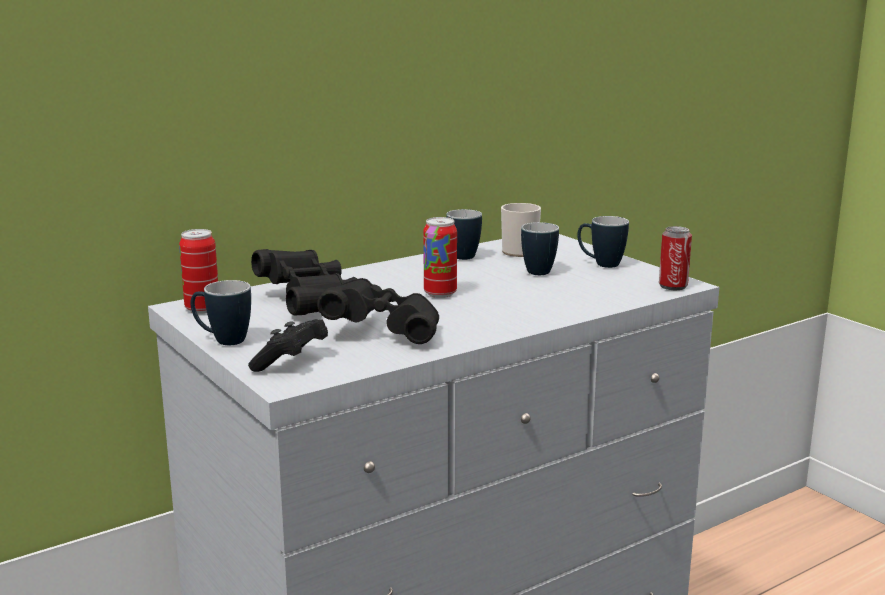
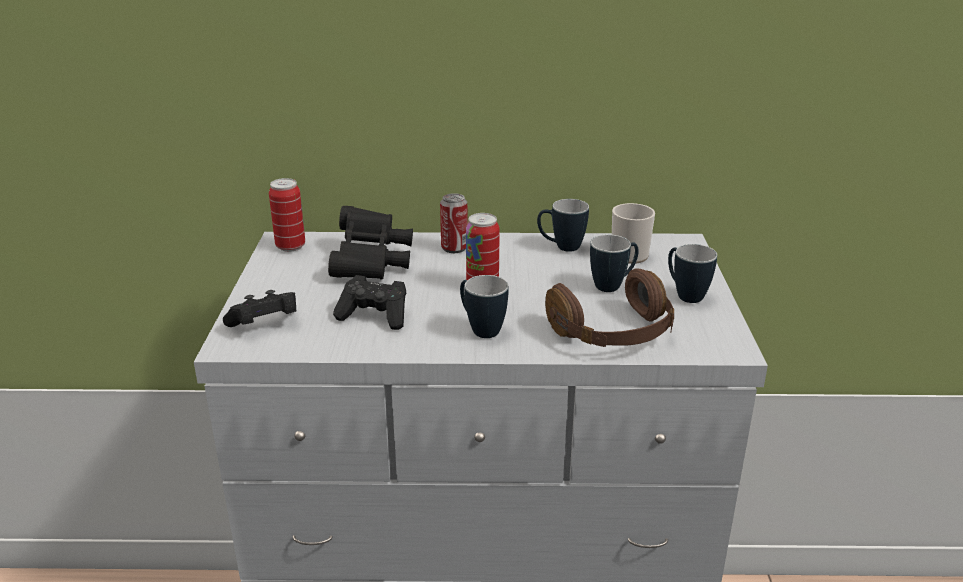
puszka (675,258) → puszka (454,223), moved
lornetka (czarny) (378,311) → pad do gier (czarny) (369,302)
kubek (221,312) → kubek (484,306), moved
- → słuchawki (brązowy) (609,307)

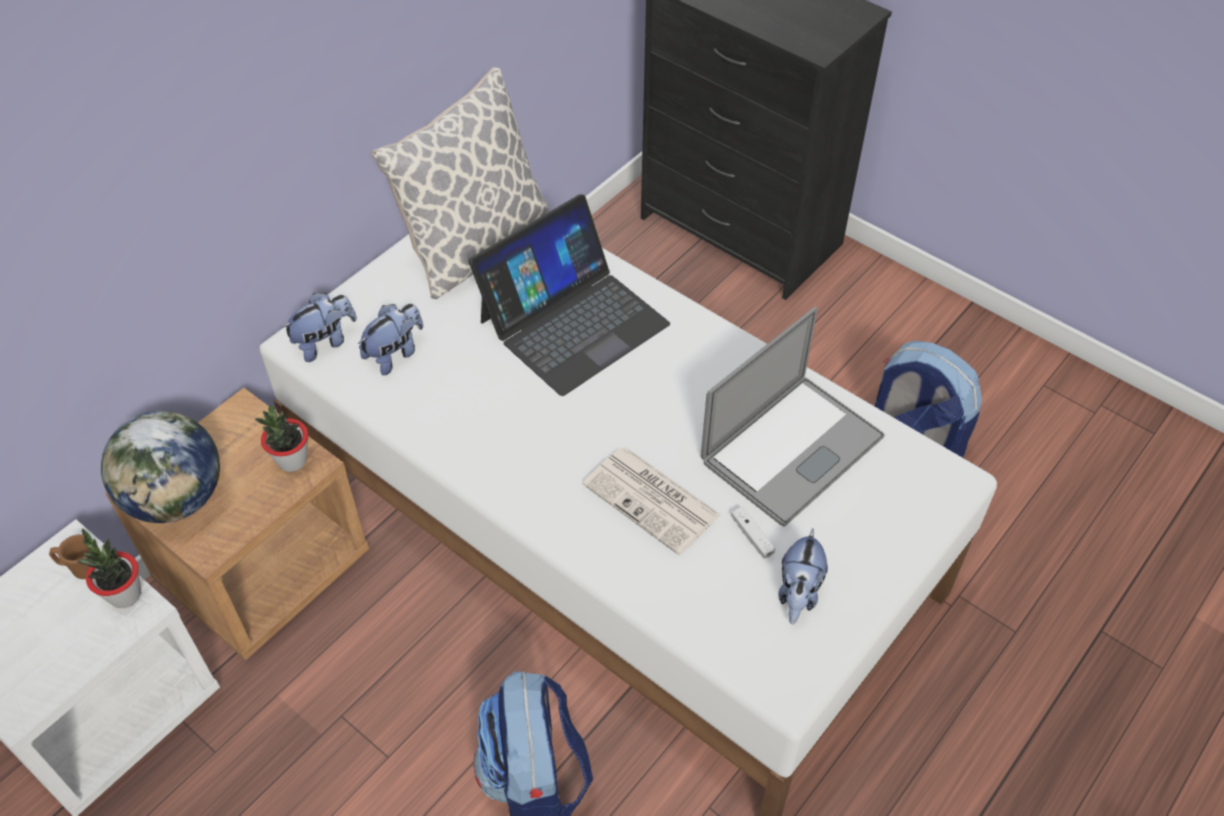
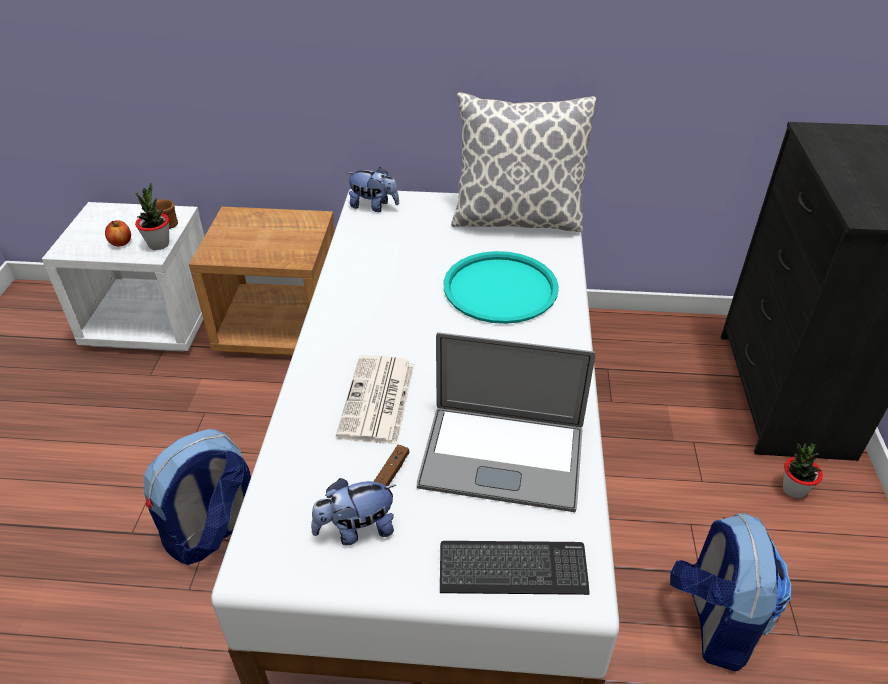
laptop (569,295) → taca (turkusowy) (501,287)
pluszak (390,339) → -
roślina doniczkowa (281,439) → roślina doniczkowa (803,471), moved
globus (160,467) → -
pad do gier (biały) (753,532) → pad do gier (brązowy) (391,465)
- → jabłko (118,233)
- → klawiatura (515,568)

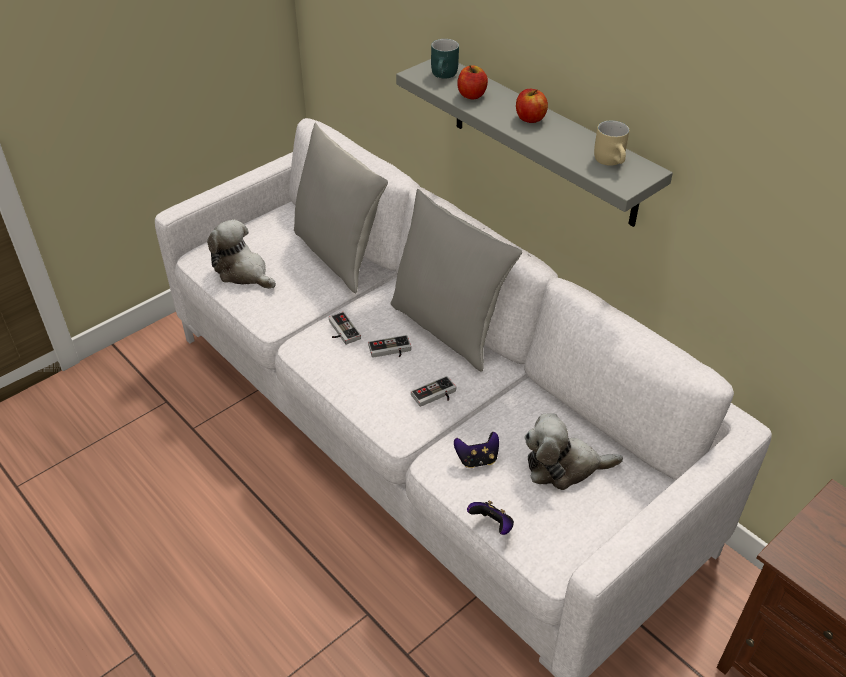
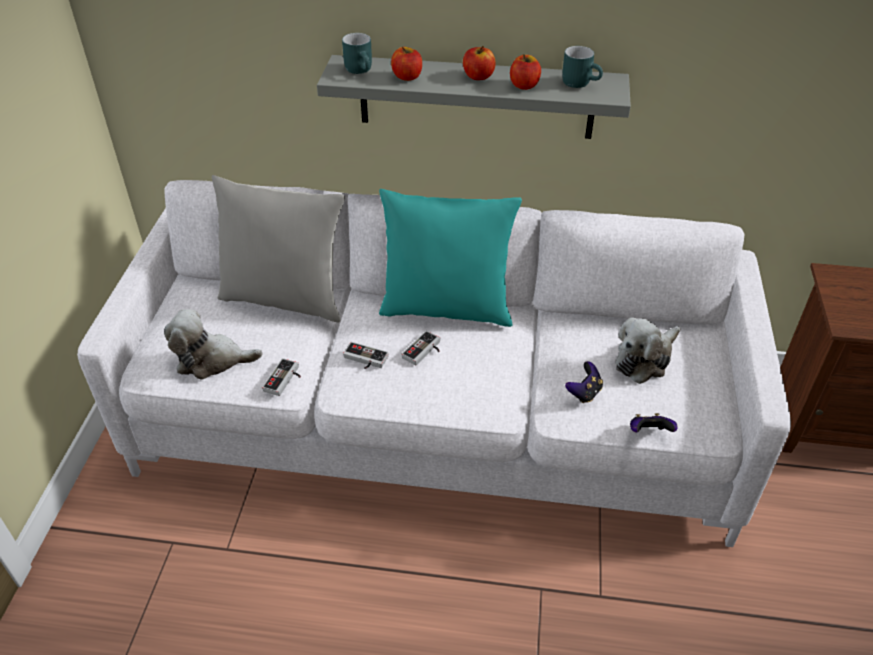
kubek (beżowy) (611,143) → kubek (turkusowy) (582,67)
poduszka (szary) (456,280) → poduszka (turkusowy) (450,258)
pad do gier (433,391) → pad do gier (281,377), moved
- → jabłko (525,72)

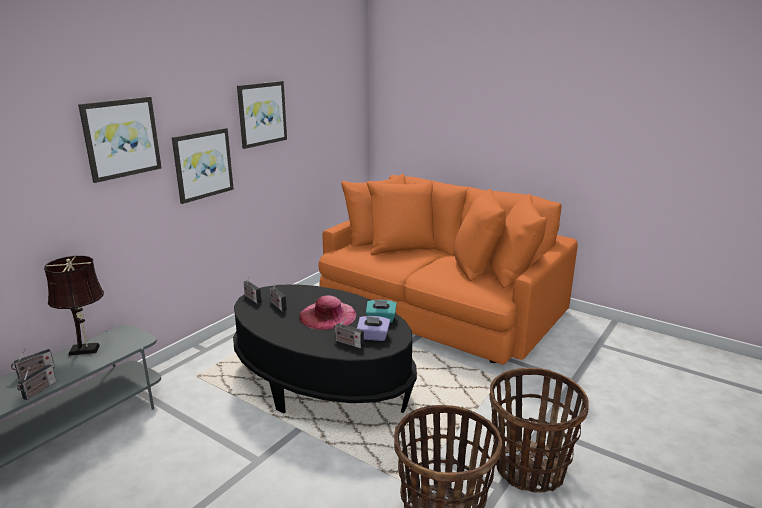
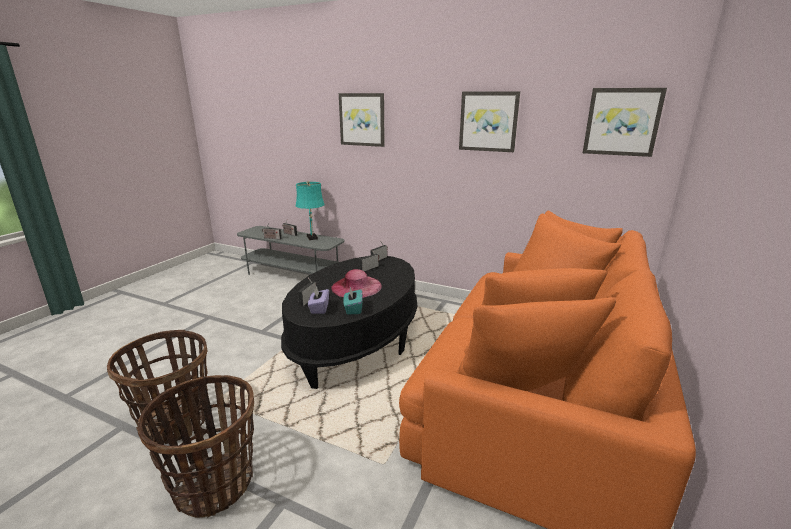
obraz (203,166) → obraz (625,122), moved
lampa stołowa (brązowy) (74,306) → lampa stołowa (turkusowy) (310,210)

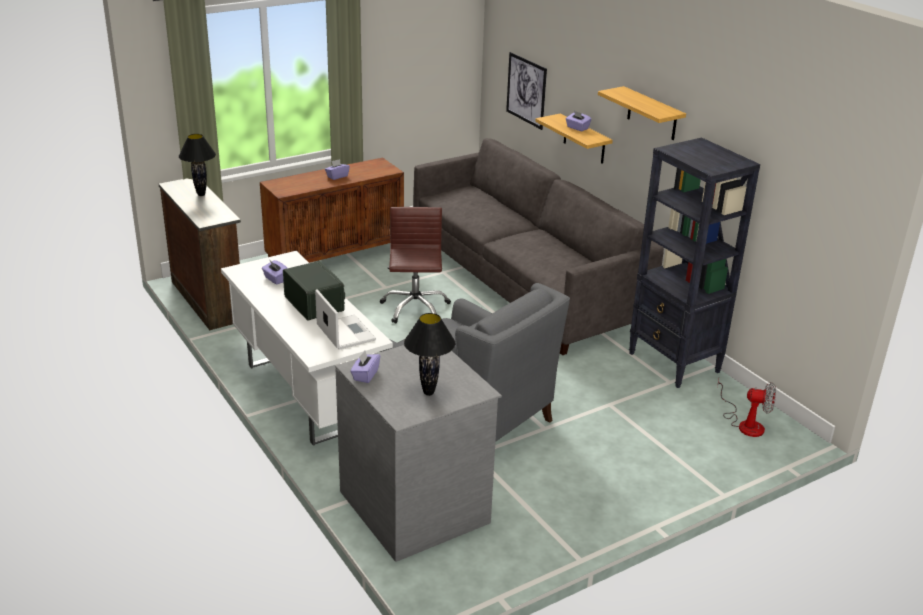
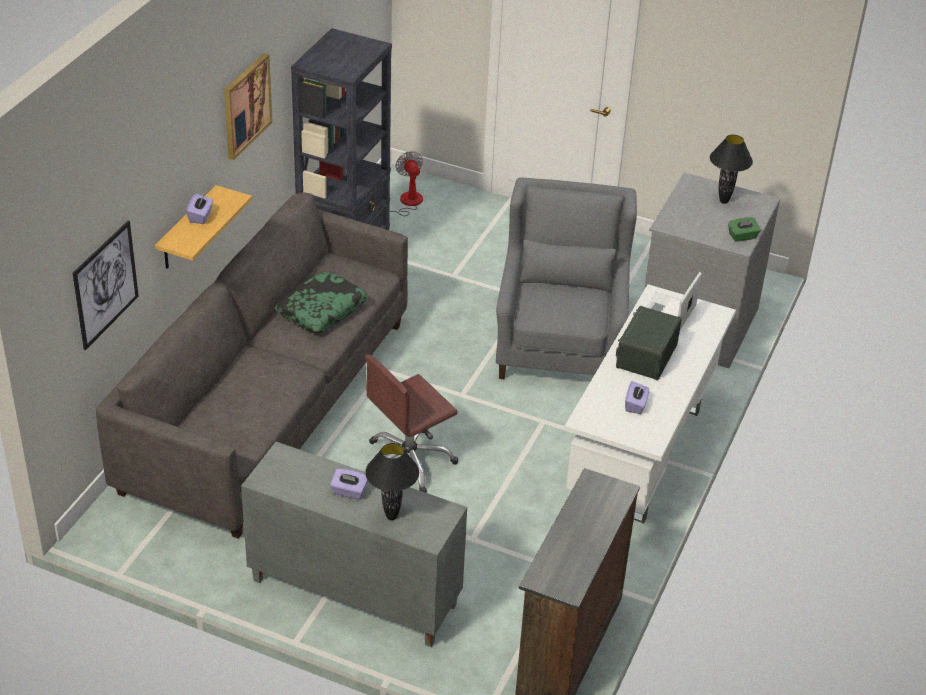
półka (642,113) → obraz (248,106)
lampa stołowa (czarny) (197,165) → lampa stołowa (czarny) (392,481), moved
szafka (brązowy) (332,210) → szafka (szary) (354,544)
pudełko chusteczek (fioletowy) (365,367) → pudełko chusteczek (zielony) (744,229)
- → poduszka (321,302)

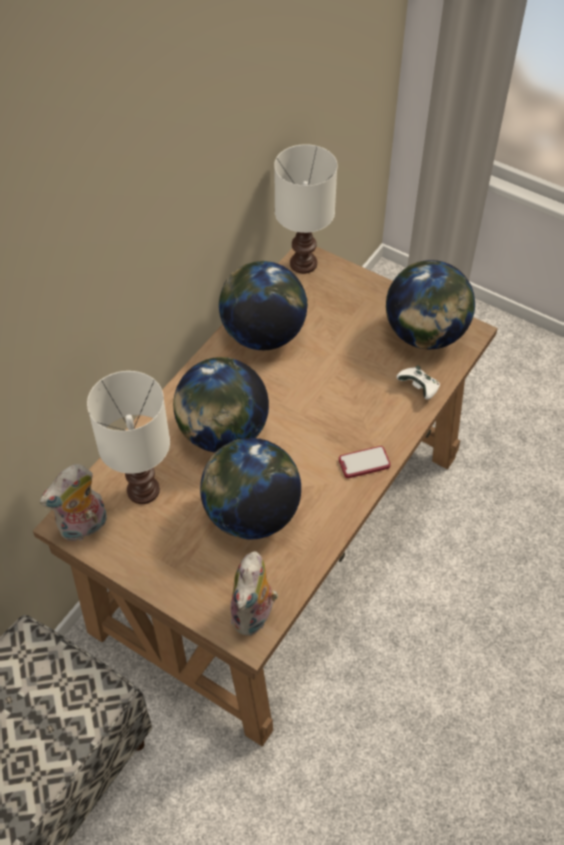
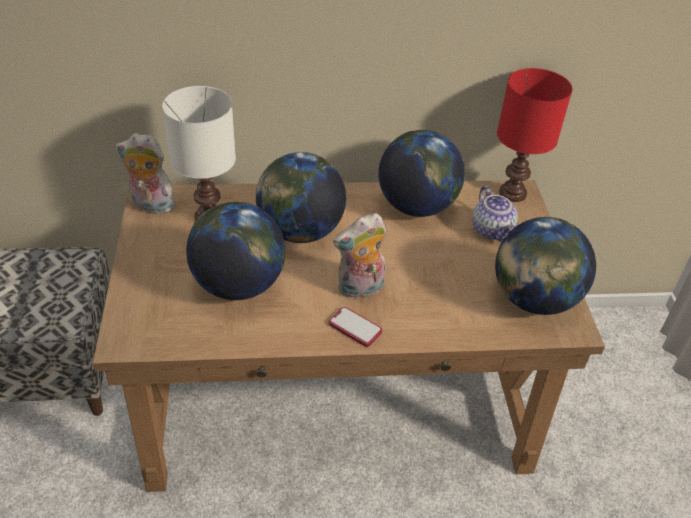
lampa stołowa (biały) (306,209) → lampa stołowa (czerwony) (535,135)
pad do gier (biały) (418,383) → -
pluszak (254,593) → pluszak (359,256), moved
- → imbryk (495,214)

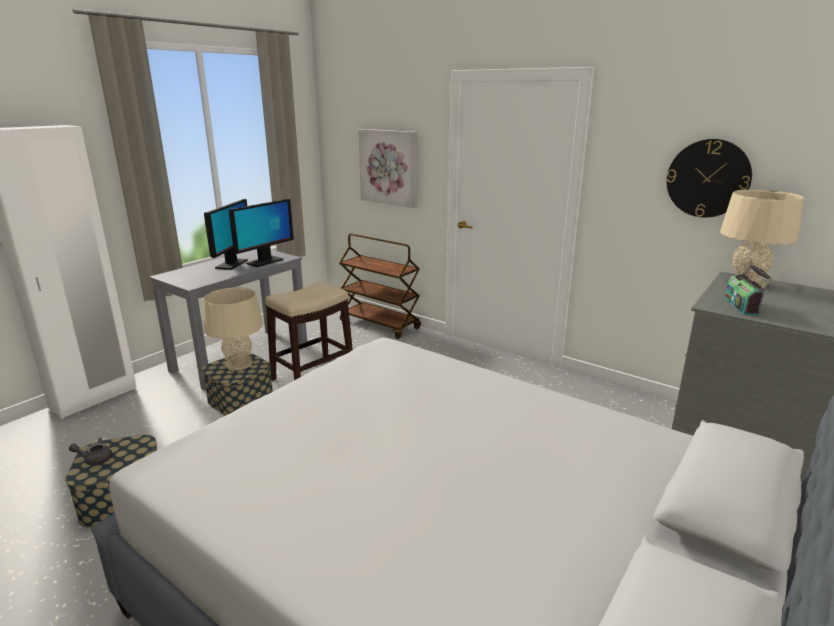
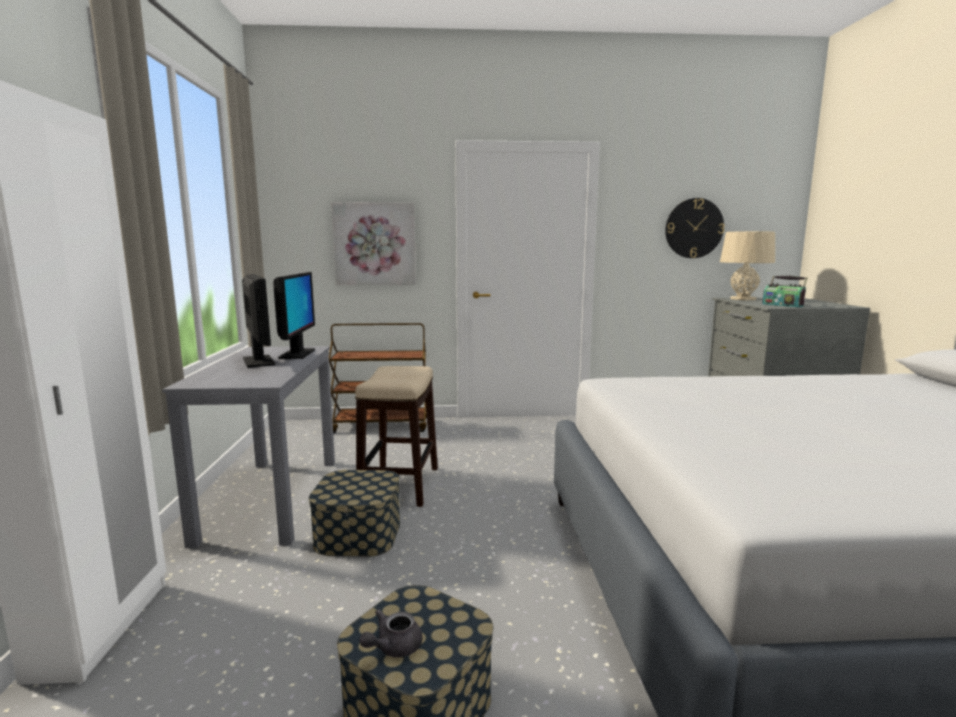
lampa stołowa (beżowy) (233,329) → -

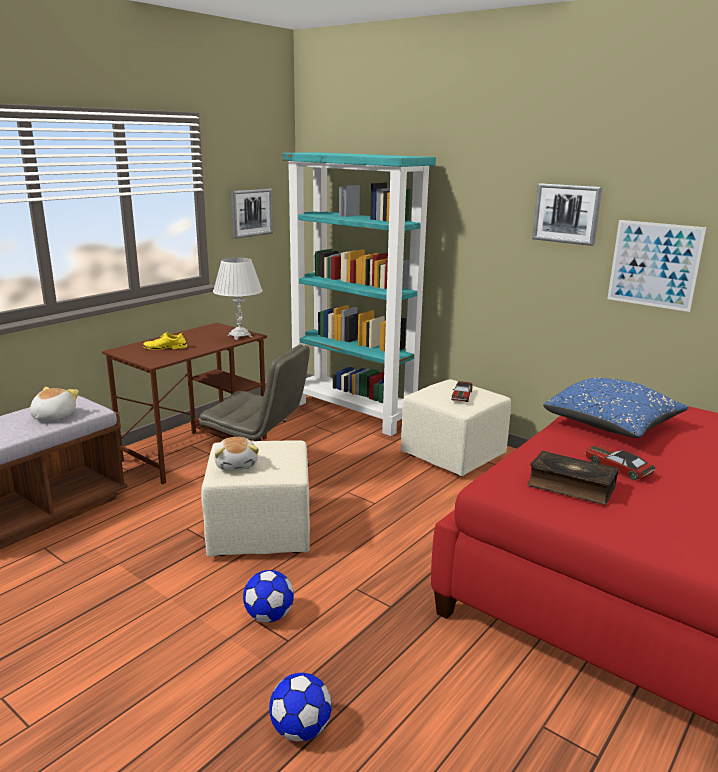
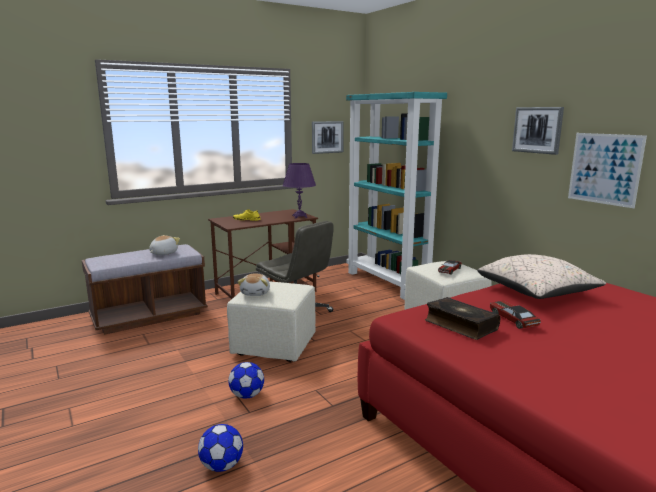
lampa stołowa (biały) (238,298) → lampa stołowa (fioletowy) (299,191)
poduszka (niebieski) (616,408) → poduszka (beżowy) (541,276)

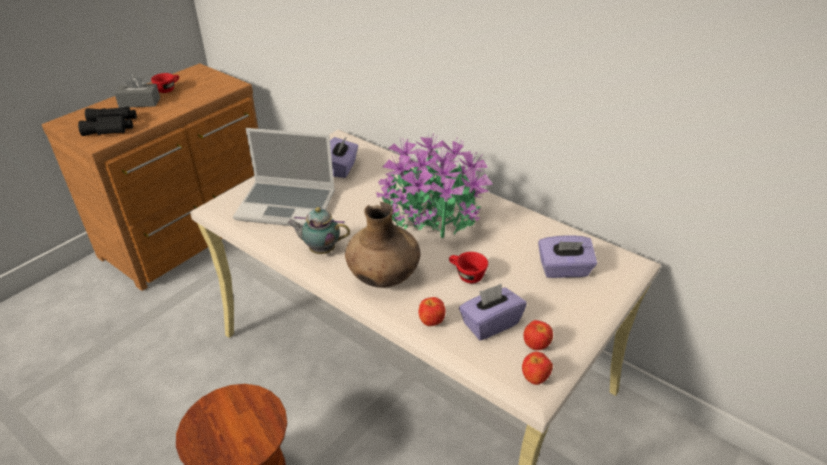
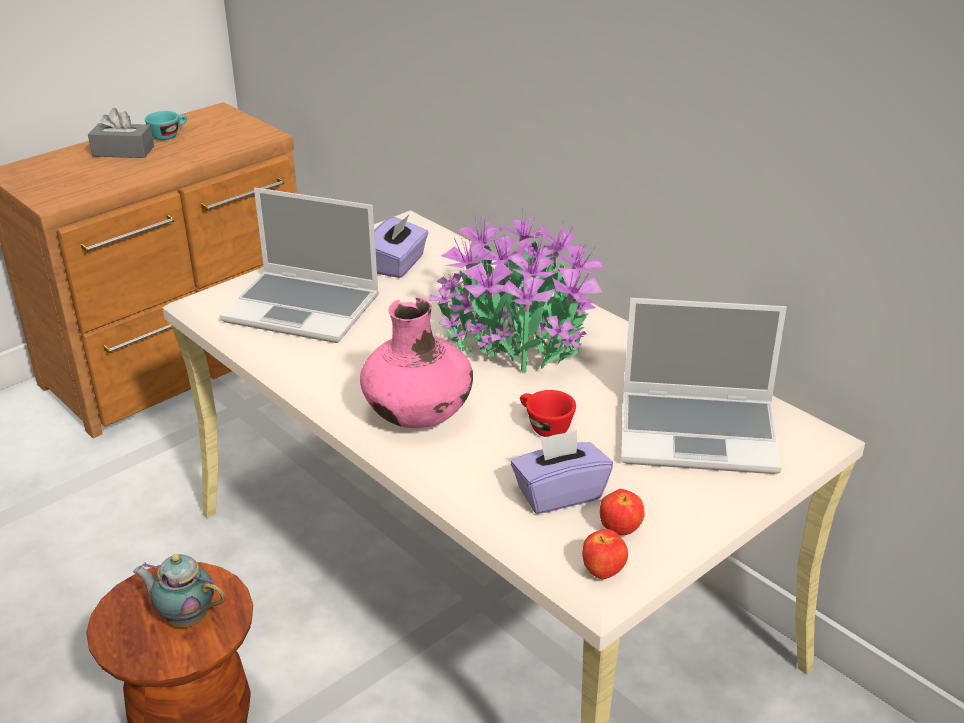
filiżanka (czerwony) (165,83) → filiżanka (turkusowy) (166,125)
lornetka (czarny) (107,121) → -
wazon (brązowy) (382,245) → wazon (różowy) (416,362)
imbryk (318,230) → imbryk (179,590), moved
pudełko chusteczek (fioletowy) (567,256) → laptop (704,386)
jabłko (432,311) → -

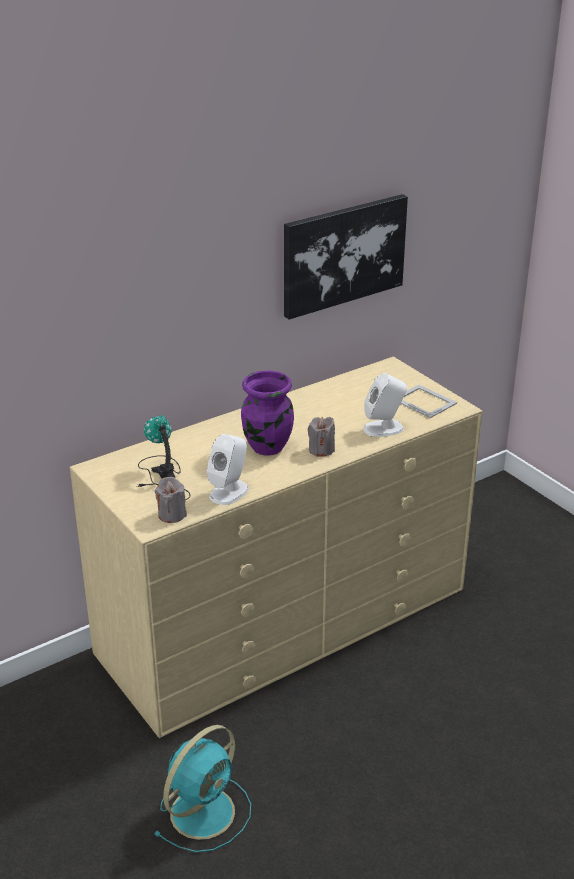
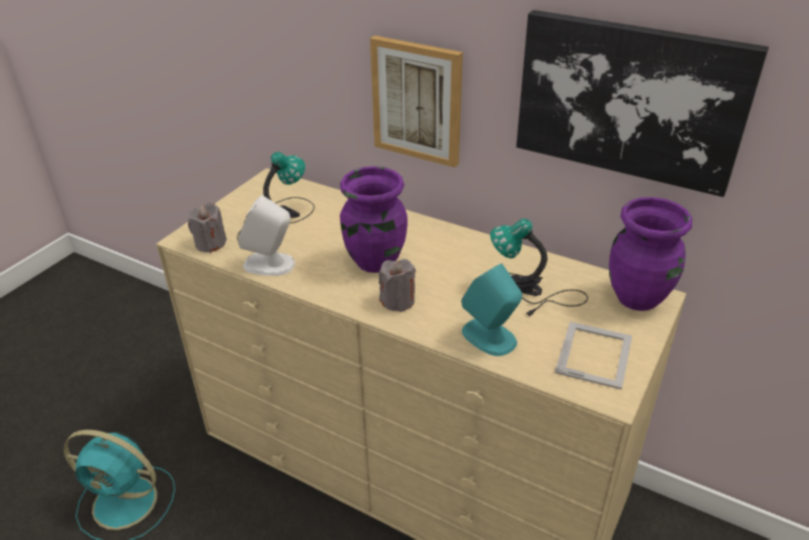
głośnik (biały) (385,405) → głośnik (turkusowy) (491,310)
- → obraz (416,101)
- → wazon (fioletowy) (650,254)
- → lampa stołowa (539,268)

